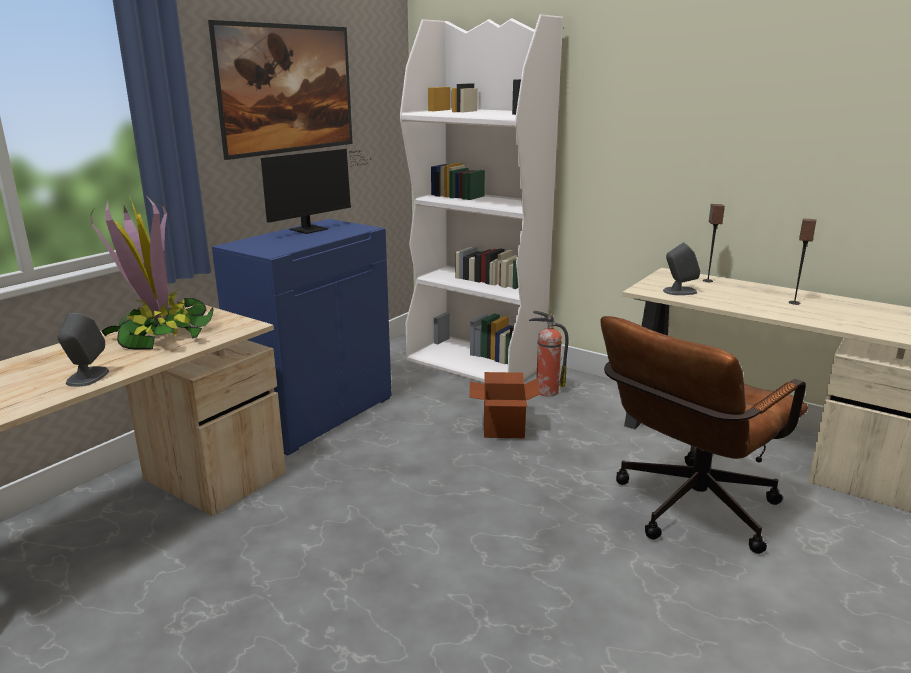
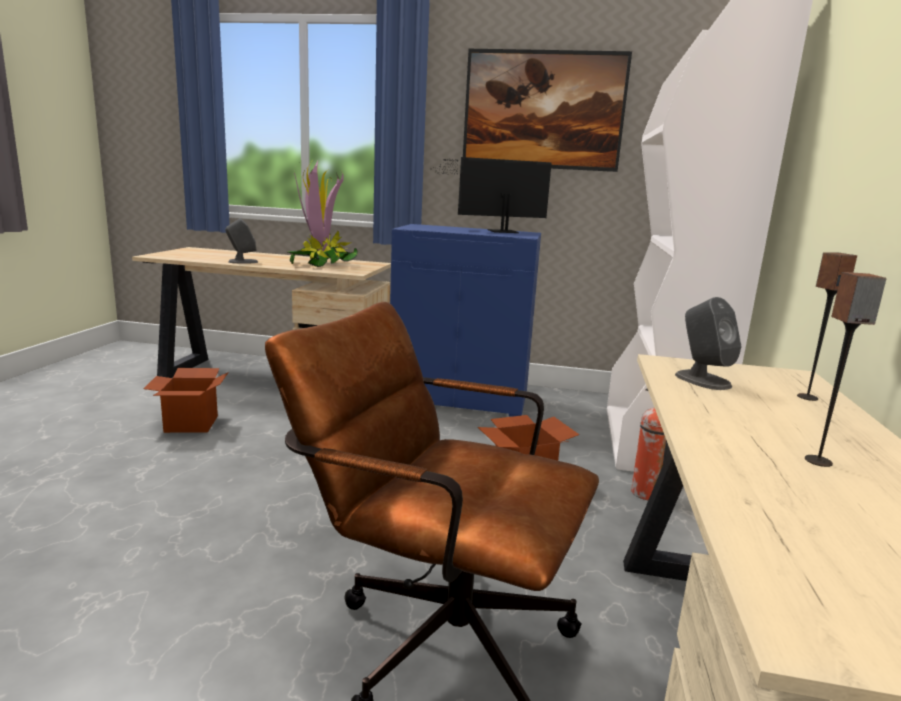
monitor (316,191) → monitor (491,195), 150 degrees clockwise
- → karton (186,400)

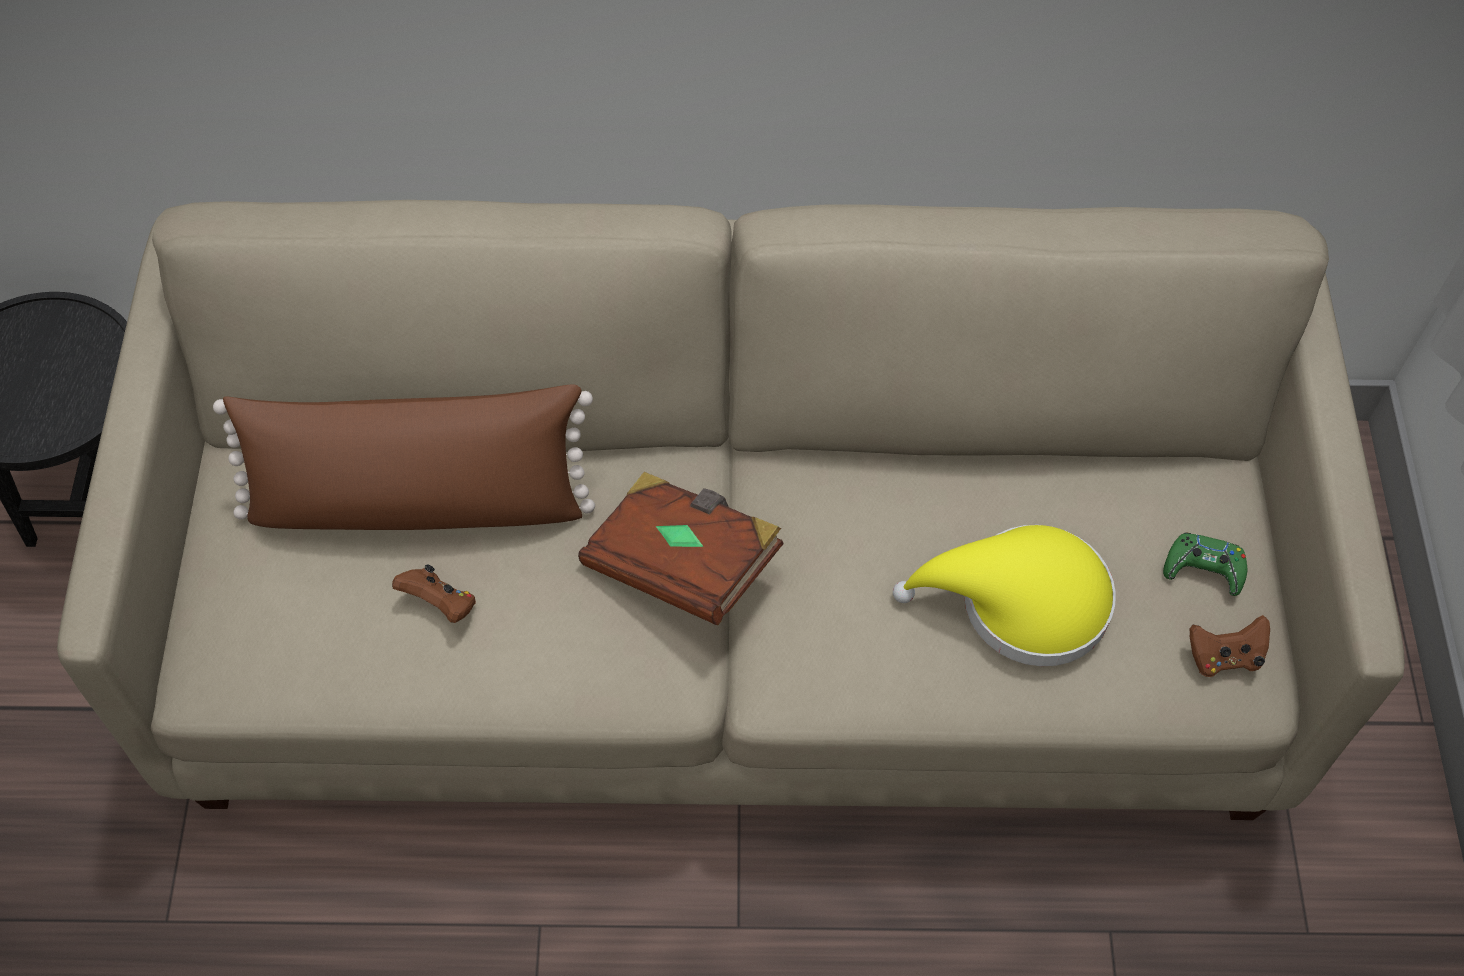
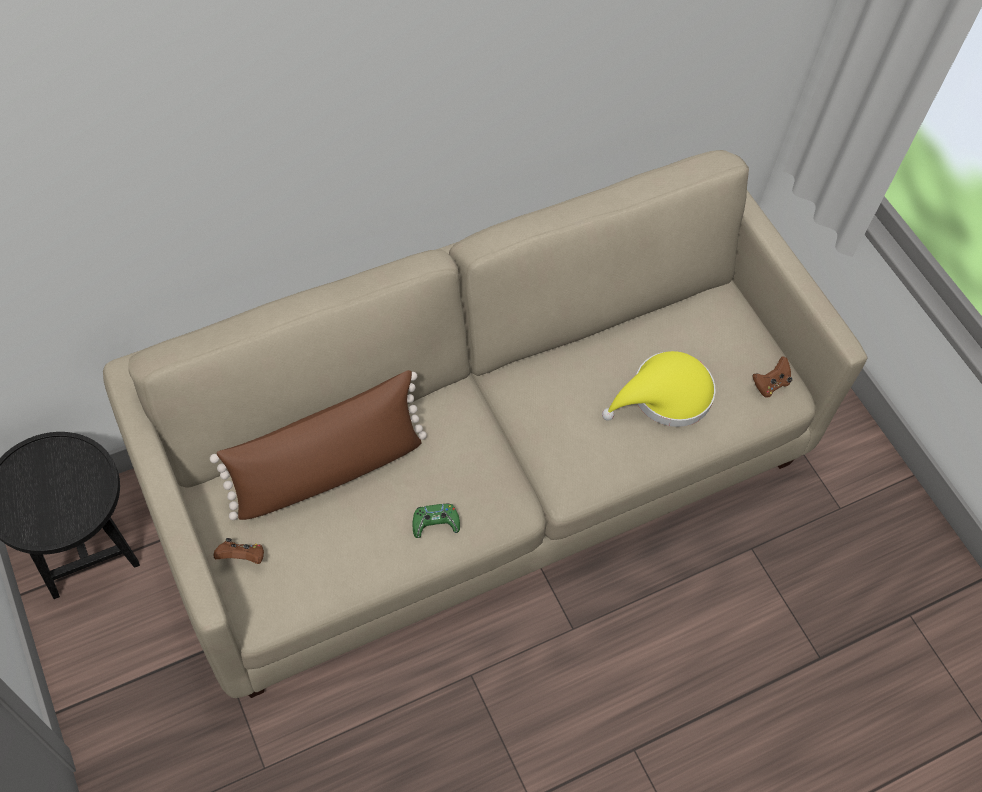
książka (brązowy) (681,548) → -
pad do gier (zielony) (1205,564) → pad do gier (zielony) (436,520), moved
pad do gier (brązowy) (434,593) → pad do gier (brązowy) (239,551), moved

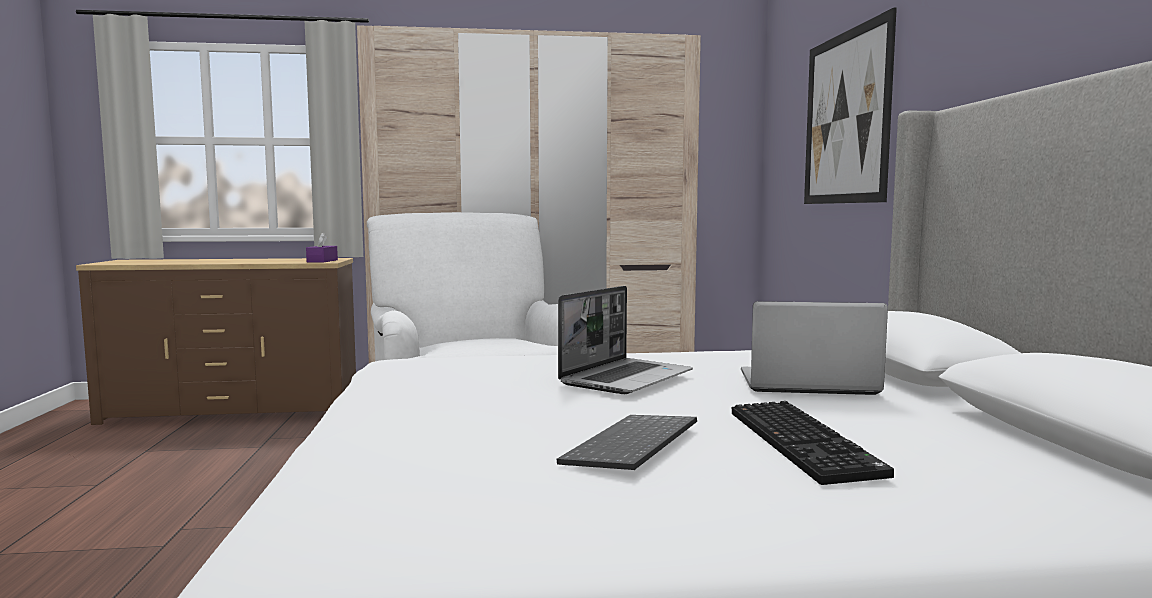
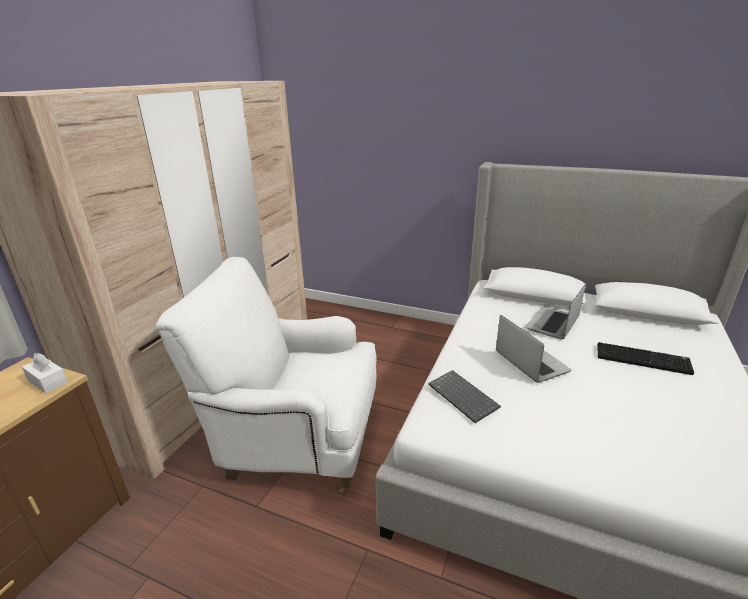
obraz (850,105) → -
pudełko chusteczek (fioletowy) (322,247) → pudełko chusteczek (biały) (45,373)
klawiatura (627,442) → klawiatura (464,396), moved

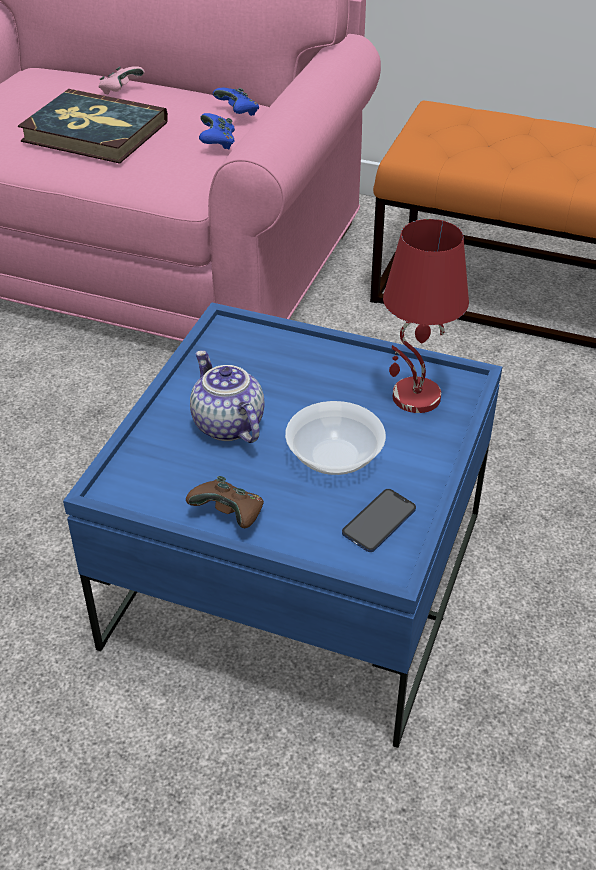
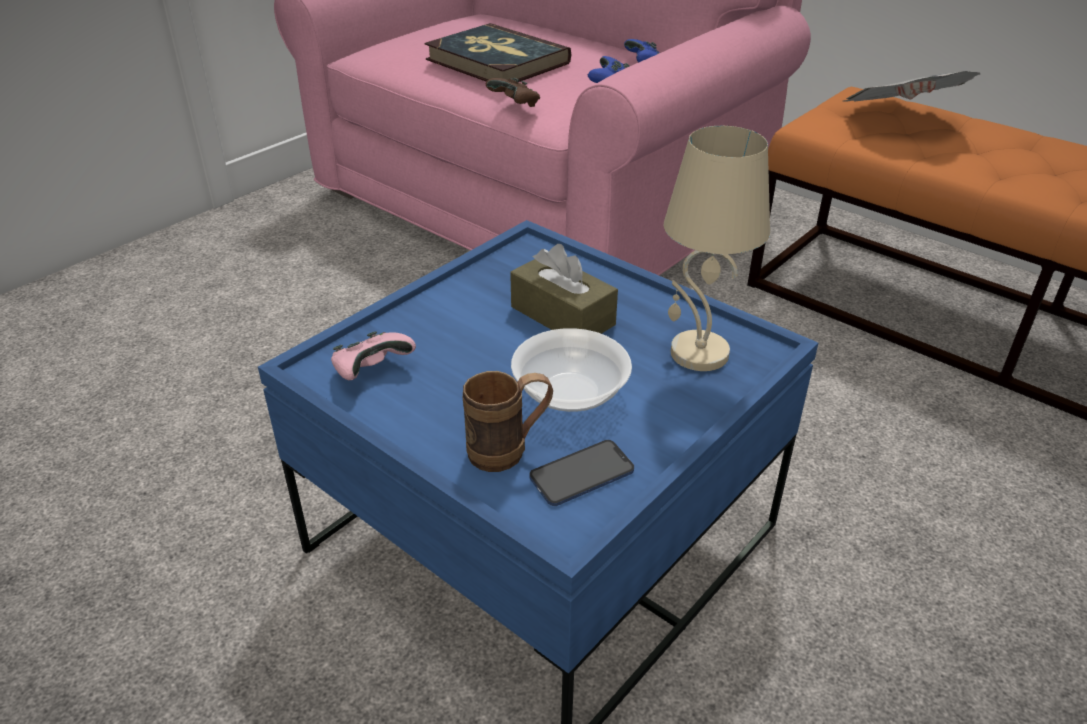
pad do gier (różowy) (122,80) → pad do gier (różowy) (373,355), moved
lampa stołowa (czerwony) (426,316) → lampa stołowa (beżowy) (717,248)
imbryk (227,396) → -
pad do gier (brązowy) (225,502) → pad do gier (brązowy) (513,92), moved
- → gazeta (911,86)
- → pudełko chusteczek (brązowy) (564,289)
- → kubek (brązowy) (508,421)

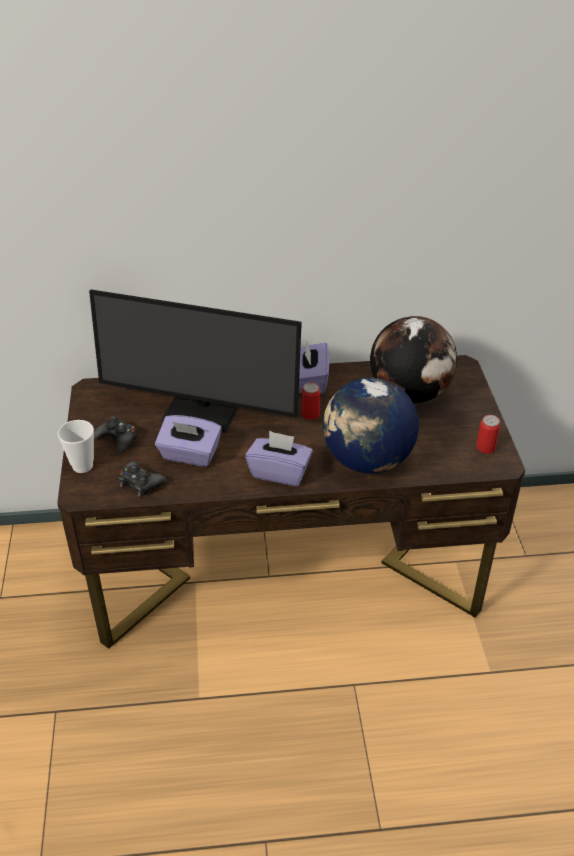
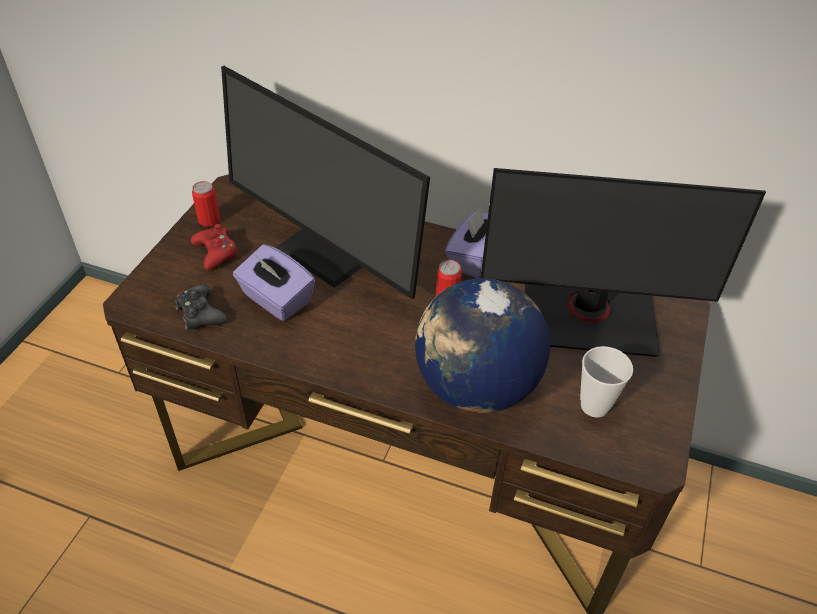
globus (413,359) → monitor (623,262)
puszka (488,434) → puszka (206,204), moved
pad do gier (czarny) (115,434) → pad do gier (czerwony) (215,247)
filiżanka (76,446) → filiżanka (606,382), moved
pudełko chusteczek (fioletowy) (279,458) → -

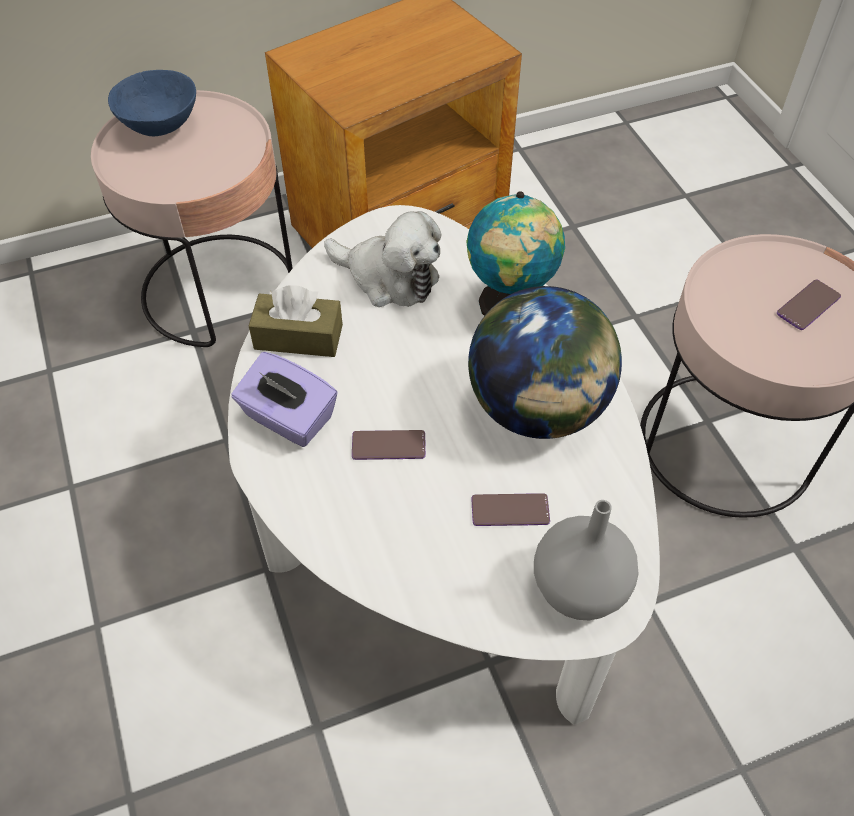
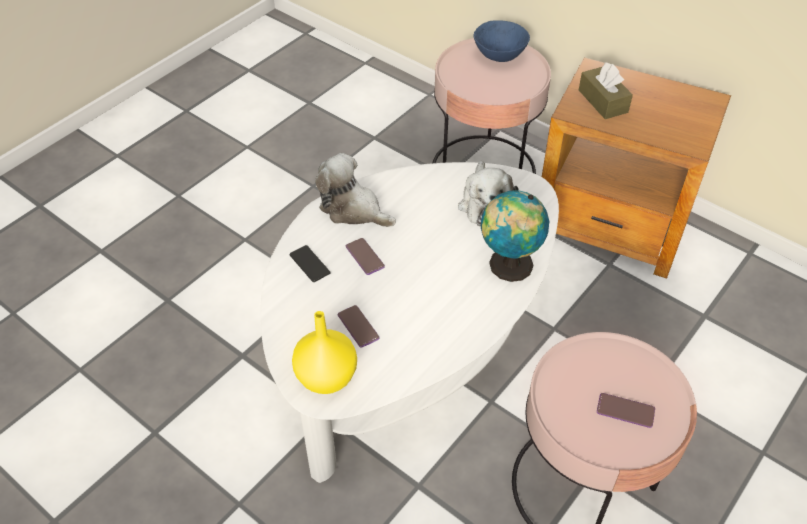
pudełko chusteczek (brązowy) (296,321) → pudełko chusteczek (brązowy) (606,90), moved
globus (545,362) → -
pudełko chusteczek (fioletowy) (284,399) → pluszak (355,190)
wazon (szary) (586,560) → wazon (żółty) (324,352)
- → telefon (310,263)

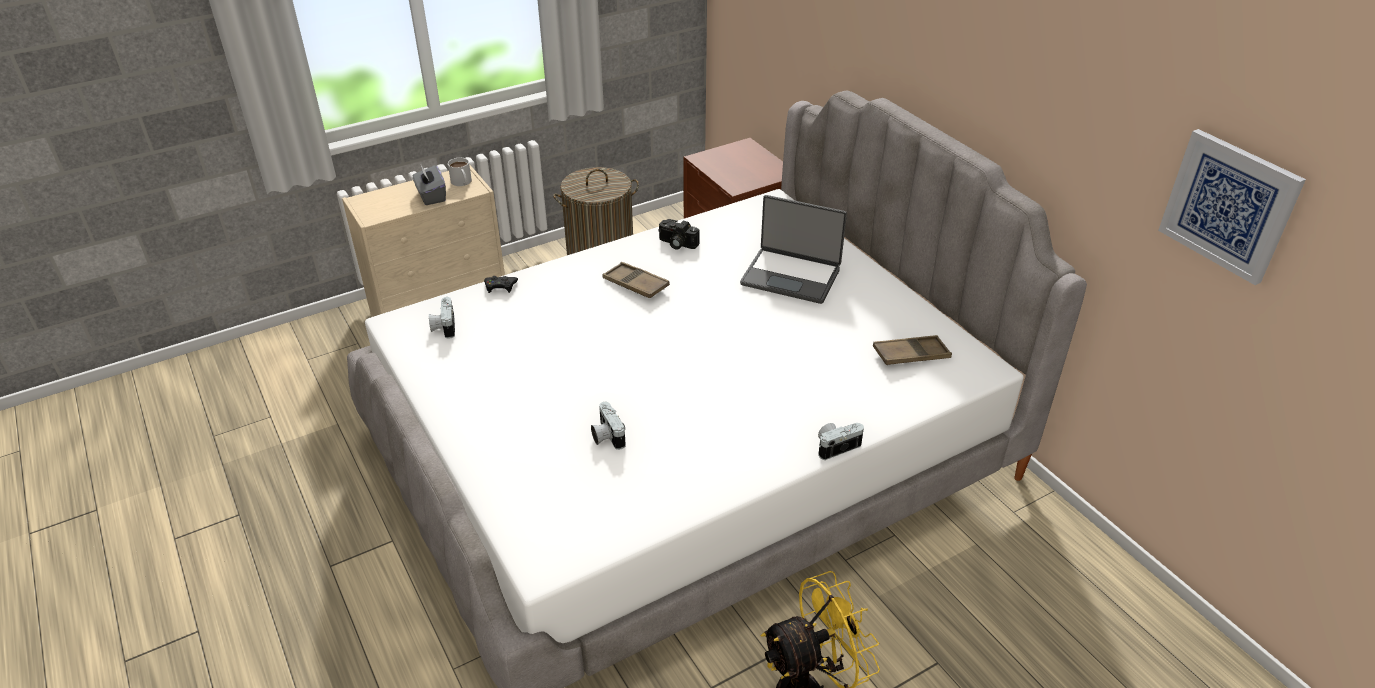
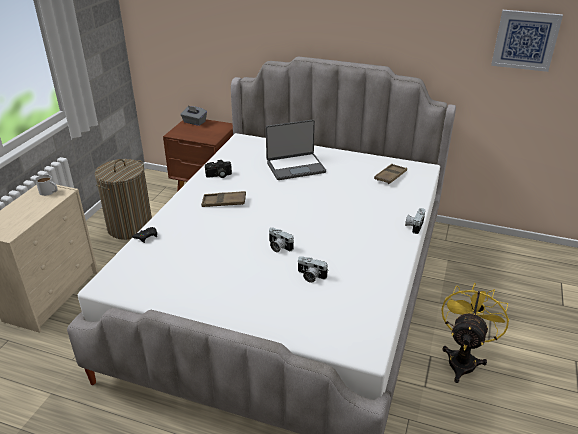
pudełko chusteczek (szary) (429,185) → pudełko chusteczek (szary) (194,116), moved
aparat fotograficzny (442,318) → aparat fotograficzny (281,240), moved

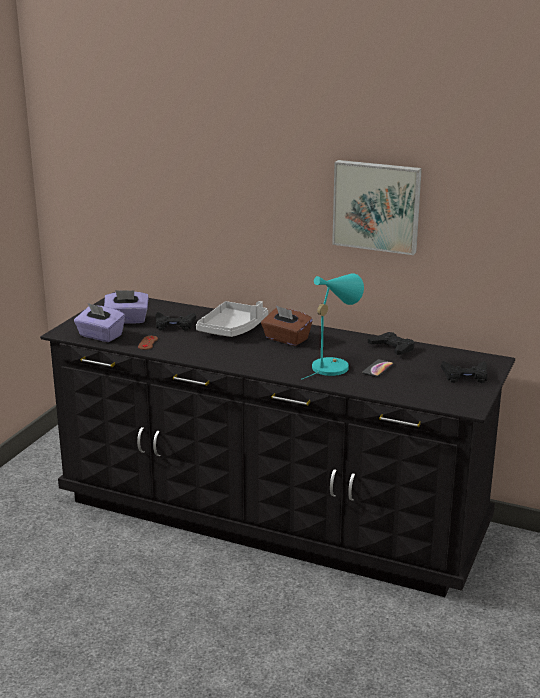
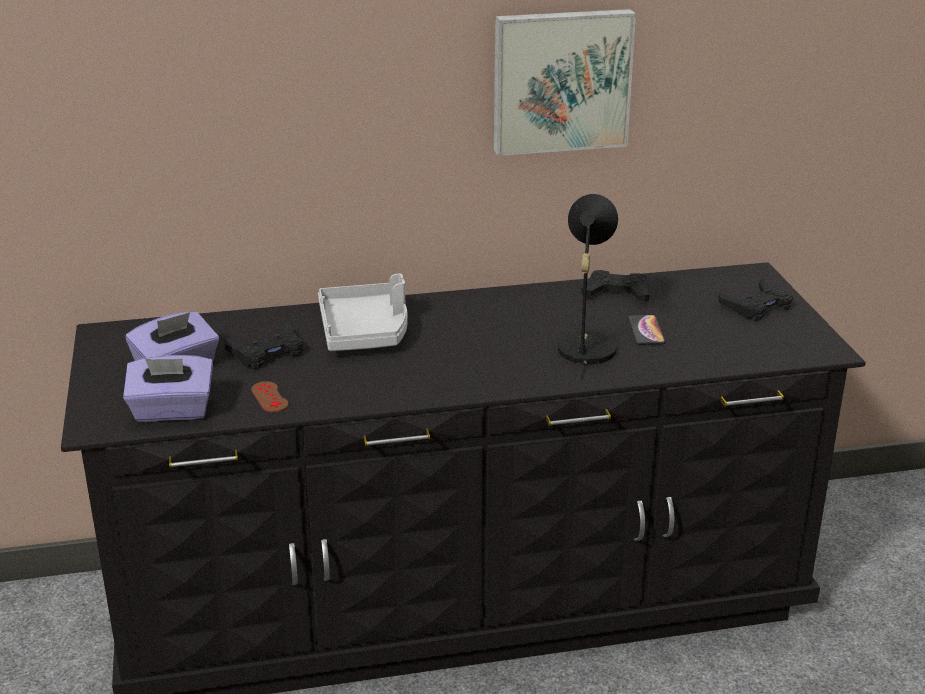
lampa stołowa (turkusowy) (333,326) → lampa stołowa (czarny) (588,287)
pudełko chusteczek (brązowy) (287,326) → -

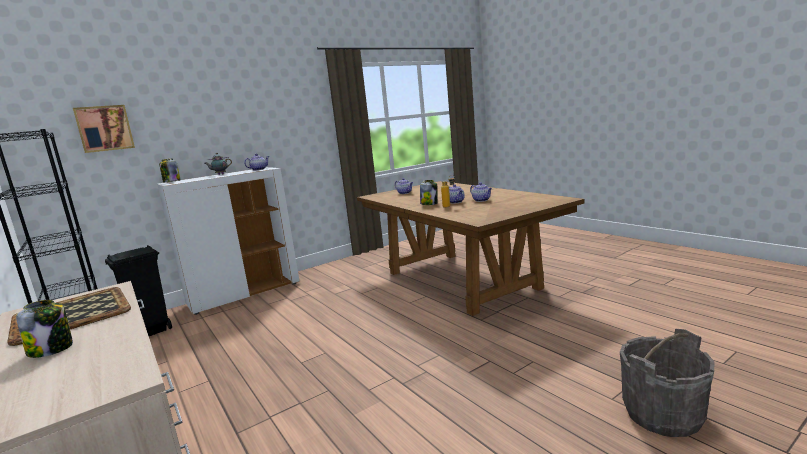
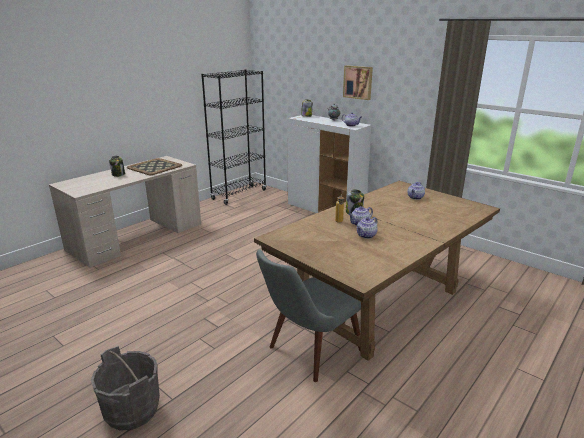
obraz (104,129) → obraz (358,82), moved
kosz na śmieci (czarny) (138,290) → -
- → krzesło (szary) (308,315)

